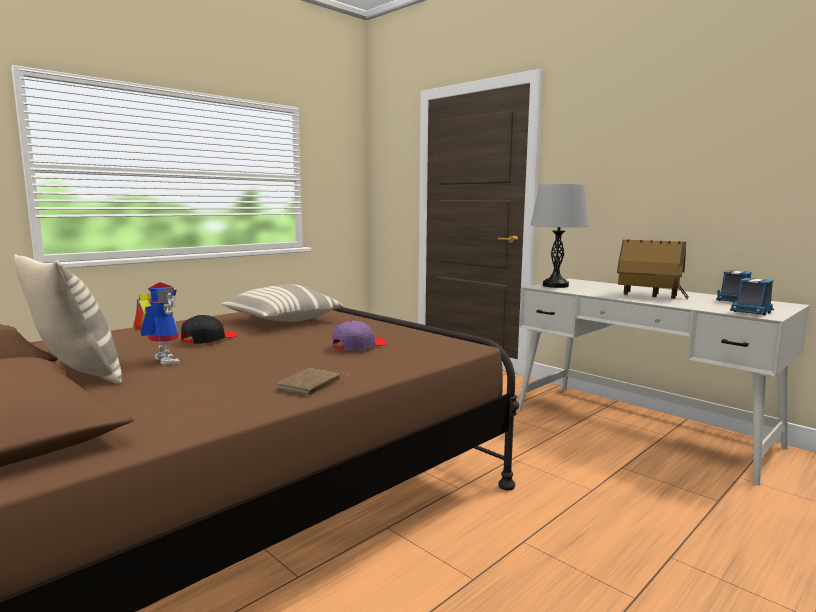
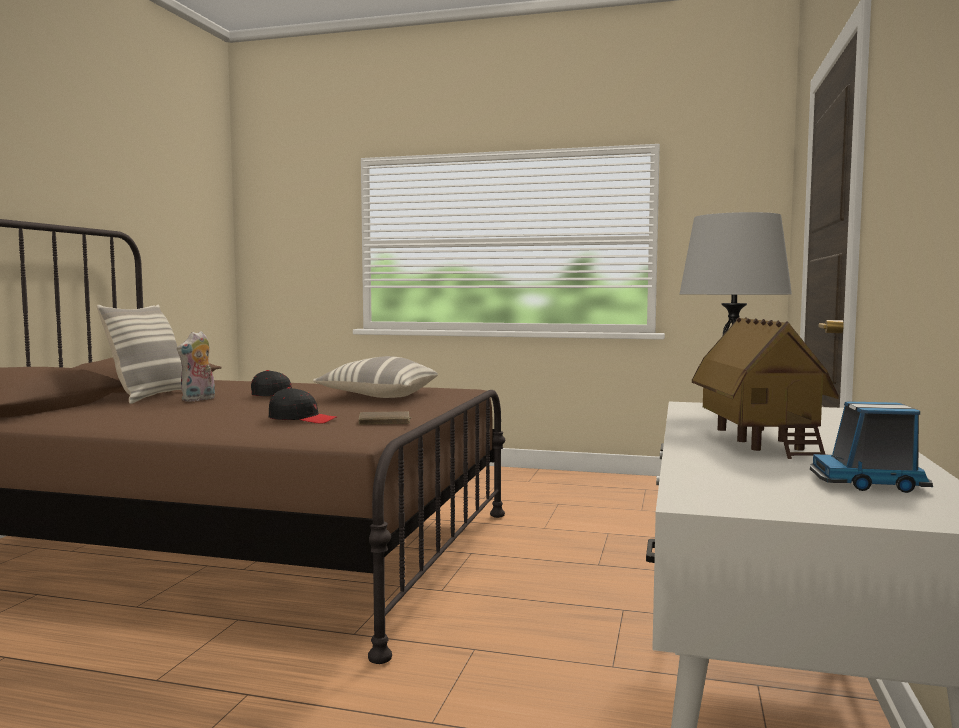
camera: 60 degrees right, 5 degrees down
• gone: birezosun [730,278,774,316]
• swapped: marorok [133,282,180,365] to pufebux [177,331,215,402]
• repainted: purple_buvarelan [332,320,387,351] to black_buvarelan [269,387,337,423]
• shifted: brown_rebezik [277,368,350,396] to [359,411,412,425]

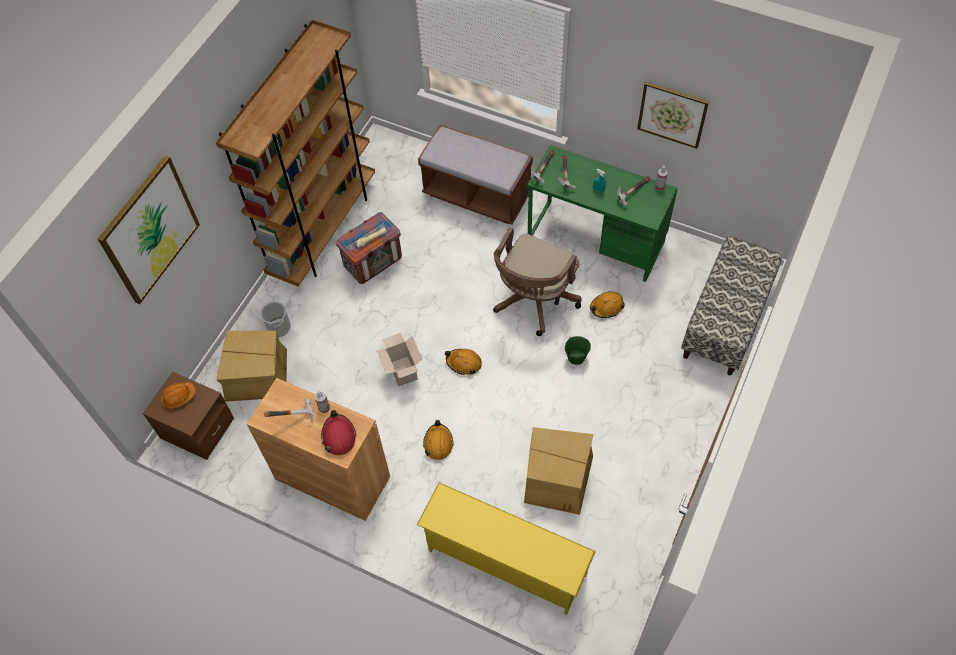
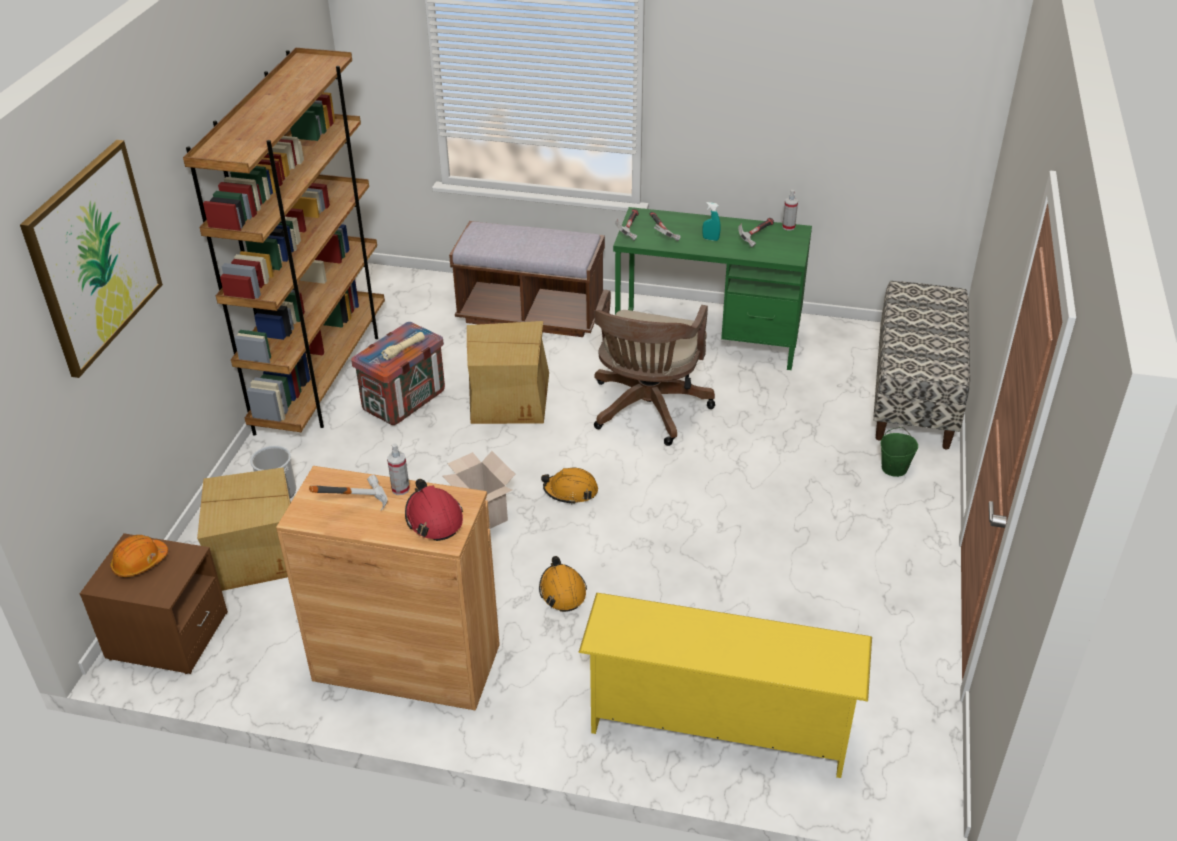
camera: 15 degrees left, 20 degrees down
• gone: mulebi [637,82,709,149]
• gone: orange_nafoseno [590,291,625,318]
• shifted: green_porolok [565,336,591,365] to [881,427,918,477]
• shifted: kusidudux [524,427,594,515] to [467,321,549,424]

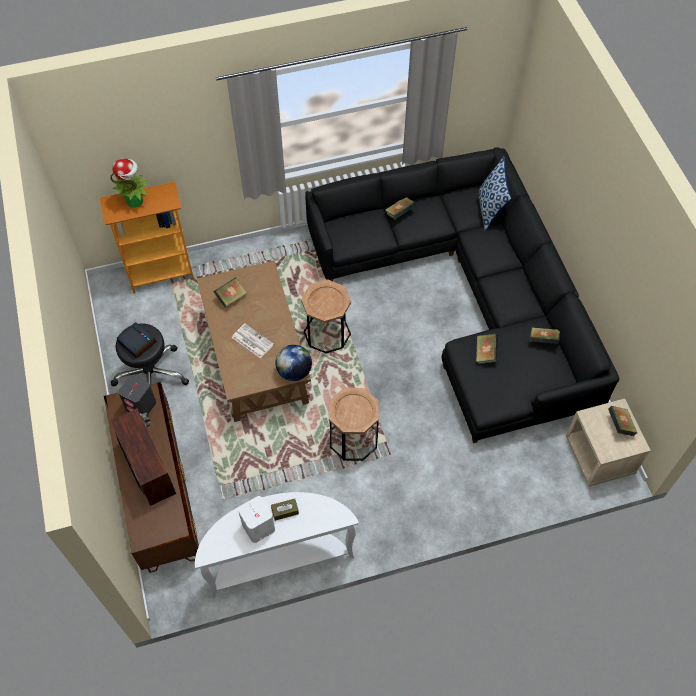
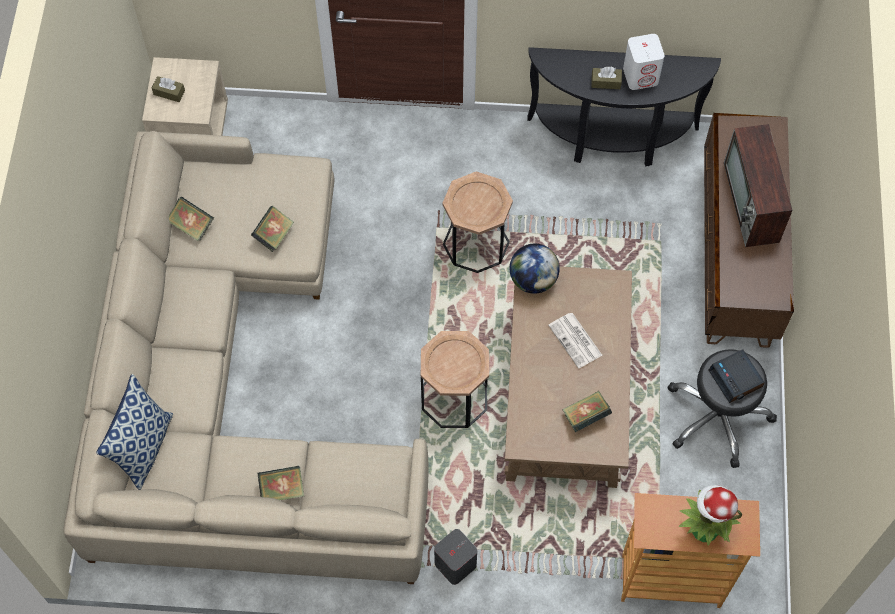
camera: 160 degrees left, 5 degrees up
• repainted: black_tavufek [305,147,620,443] to beige_tavufek [63,131,428,584]
• shifted: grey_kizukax [118,375,156,414] to [434,529,477,585]
• swapped: rebezik [608,406,637,436] to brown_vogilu [152,76,185,102]
• repainted: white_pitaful [195,492,359,597] to black_pitaful [527,47,721,166]

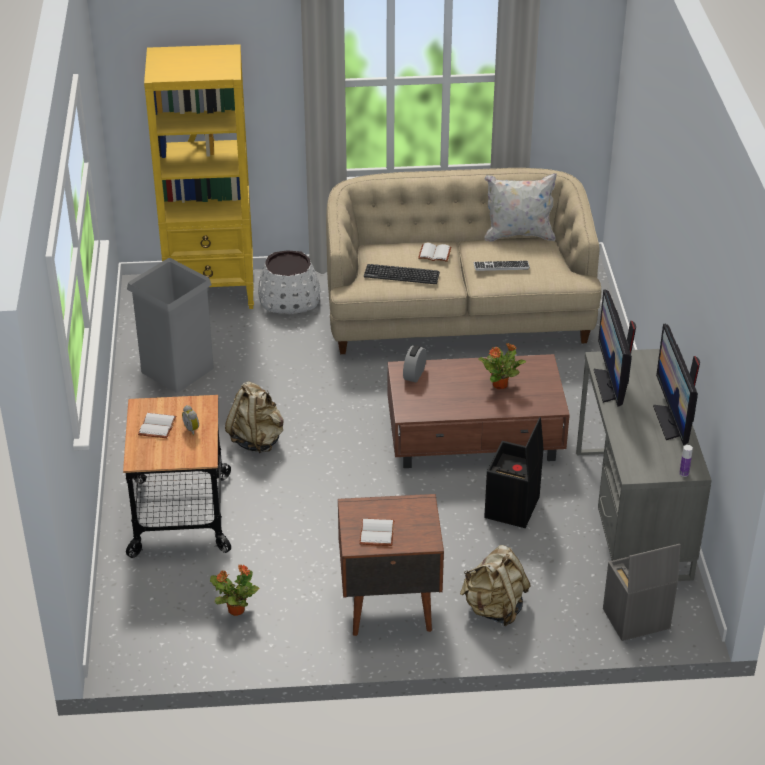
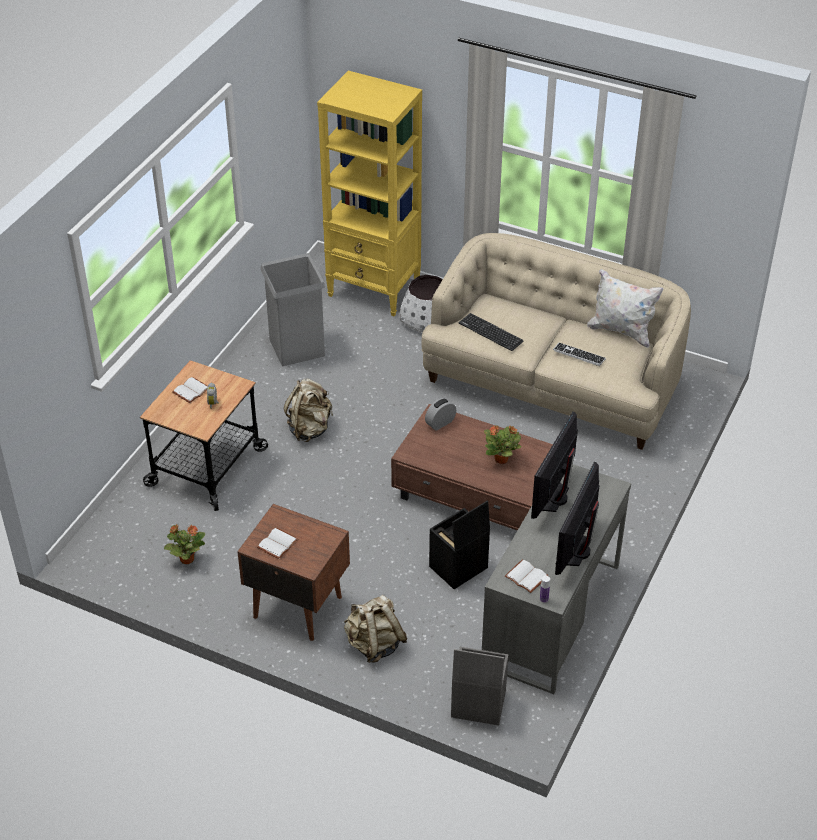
camera: 30 degrees right, 5 degrees up
• shifted: white_rebezik [418,243,451,262] to [505,559,548,593]

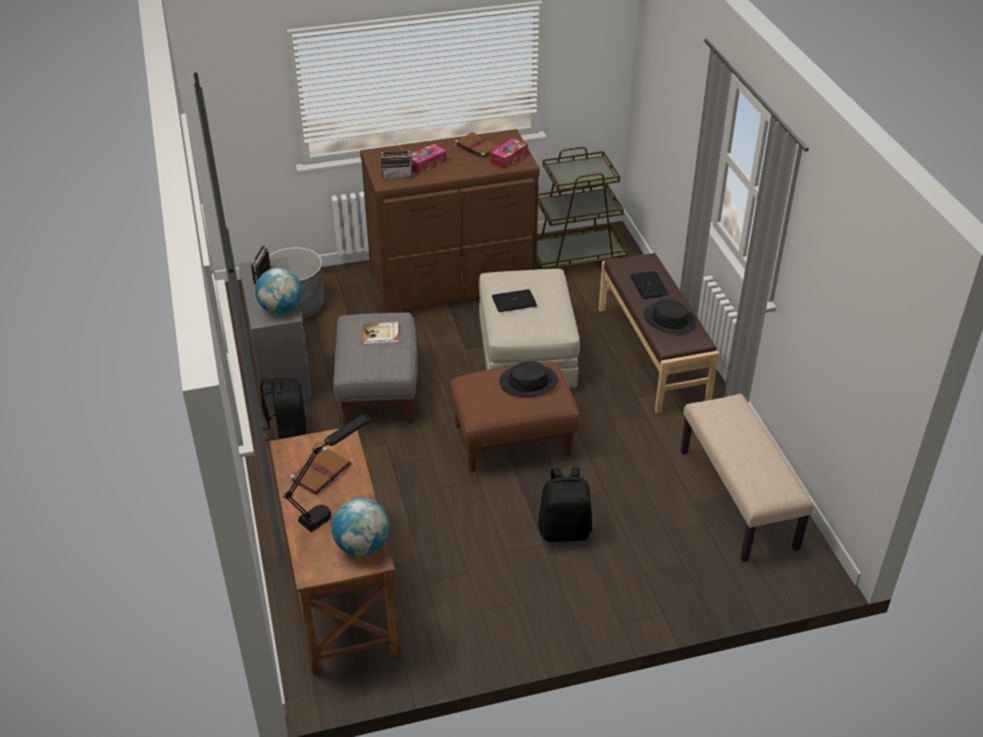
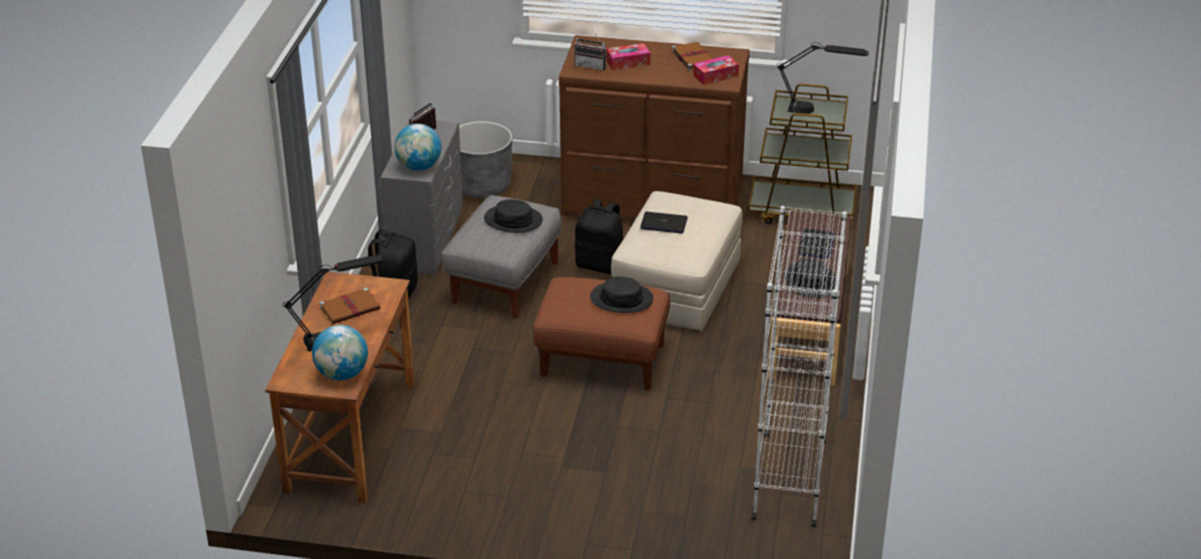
camera: 25 degrees right, 5 degrees down
• swapped: rebezik [363,322,399,345] to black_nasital [484,199,543,233]
• swapped: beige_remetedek [681,394,814,562] to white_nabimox [751,206,847,528]
• shifted: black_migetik [538,468,592,542] to [574,199,623,274]
• new: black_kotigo [777,43,869,114]

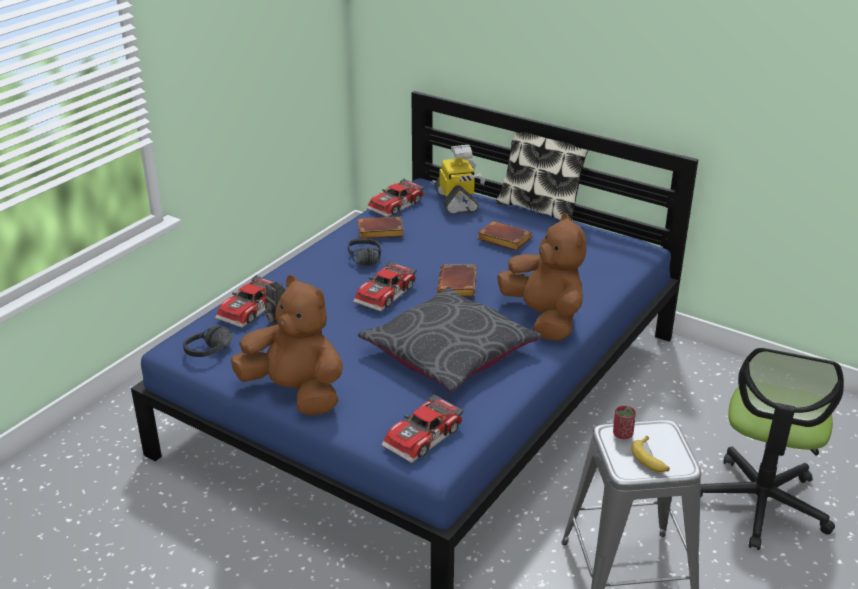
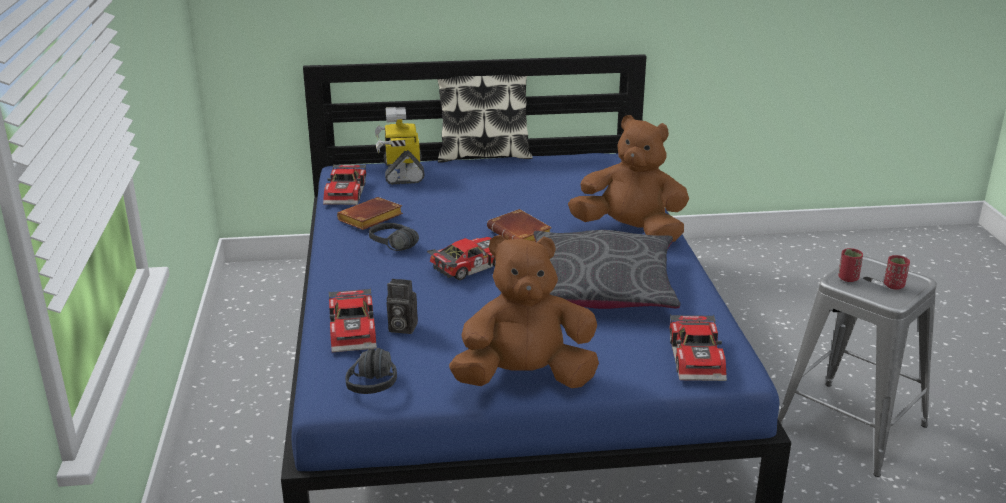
camera: 40 degrees left, 5 degrees down
• rotated: marorok [434,145,485,215] = [375,107,425,185] 135 degrees counterclockwise
• gone: brown_rebezik [478,221,532,251]
• rotated: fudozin [353,261,417,312] = [427,237,496,280] 120 degrees counterclockwise
• gone: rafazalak [700,347,844,550]
• swapped: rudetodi [631,436,670,472] to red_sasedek [884,255,910,290]

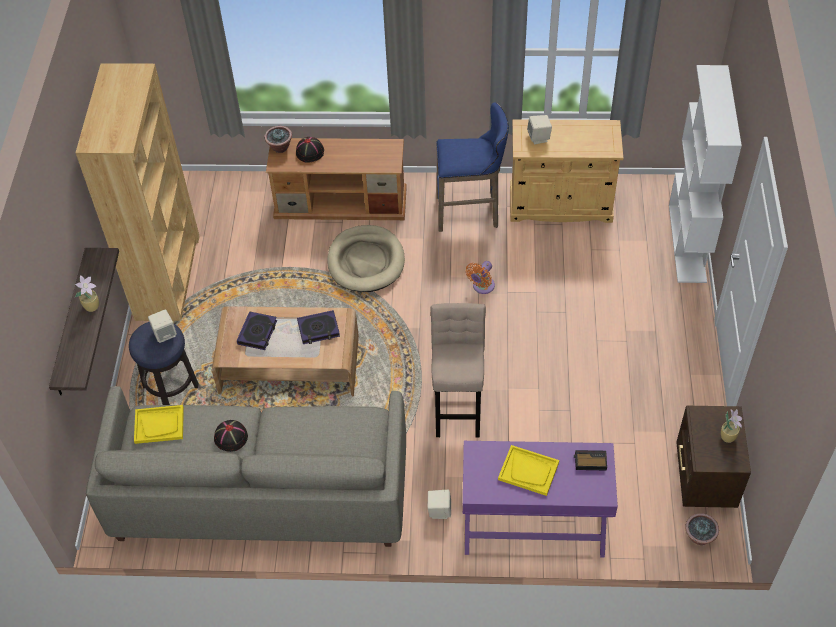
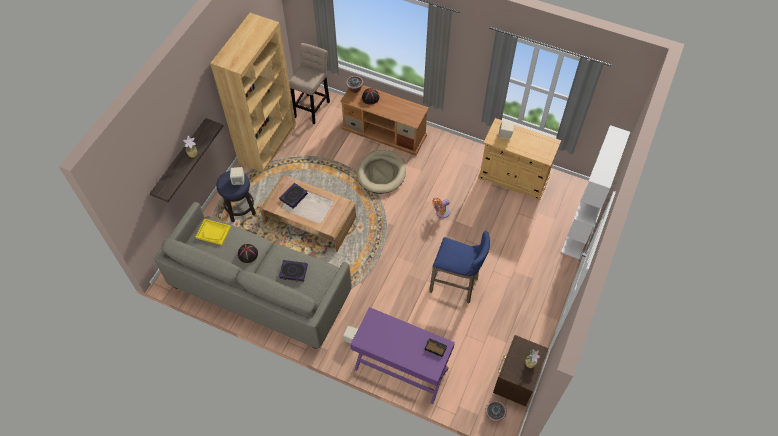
camera: 20 degrees right, 5 degrees up
• shifted: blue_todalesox [436,102,509,232] to [429,231,490,304]
• shifted: beige_todalesox [431,303,486,437] to [289,43,330,124]
• shifted: rebezik [297,310,340,344] to [279,260,308,282]
• gone: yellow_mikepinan [498,445,559,496]

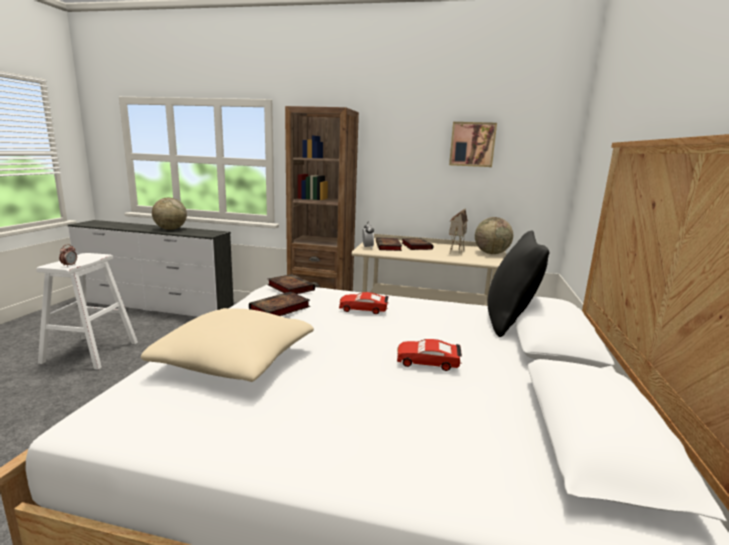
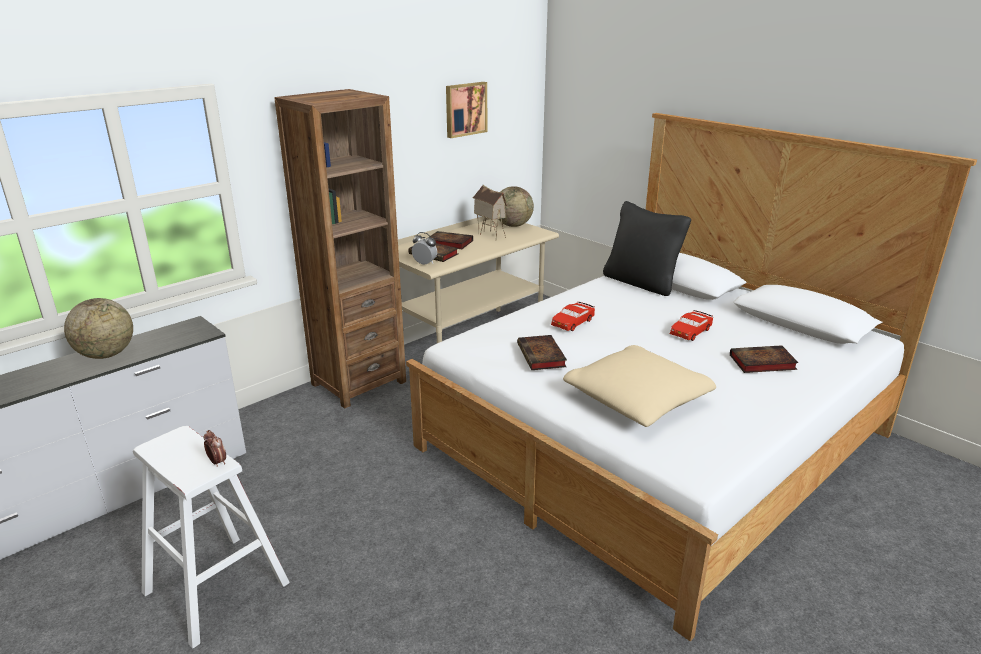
camera: 55 degrees left, 10 degrees up
• shifted: rebezik [268,274,315,294] to [730,345,799,373]

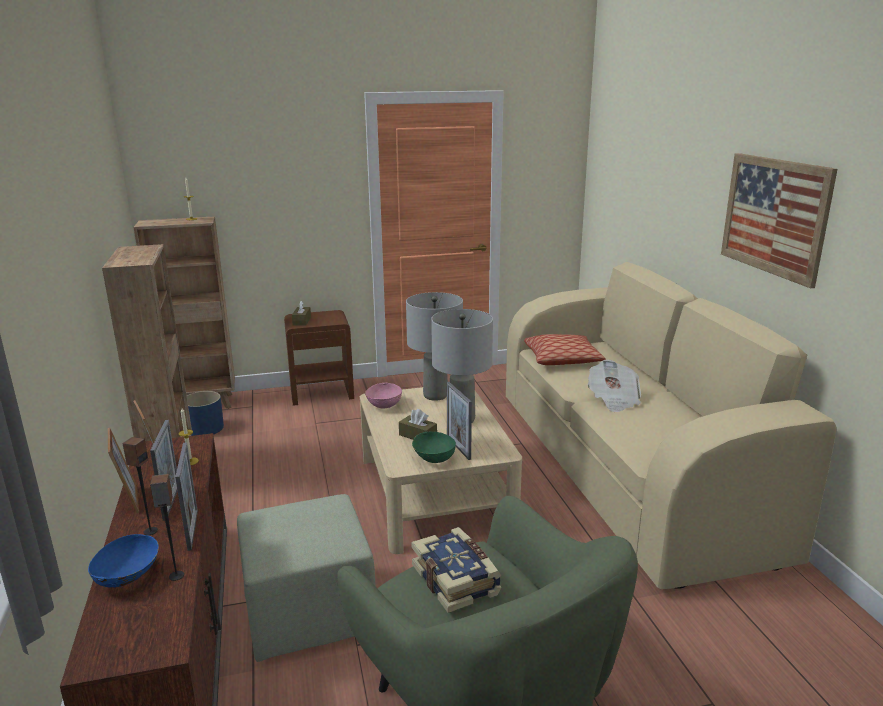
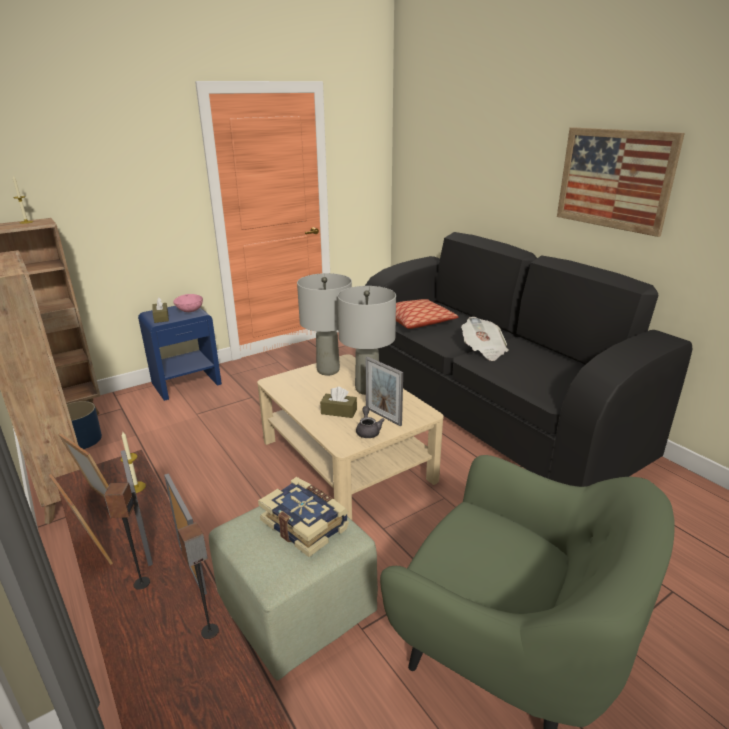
camera: 20 degrees left, 5 degrees up
• repainted: beige_tavufek [506,262,836,589] to black_tavufek [365,232,692,487]
• repainted: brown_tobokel [284,310,354,406] to blue_tobokel [138,306,222,401]
• shifted: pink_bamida [365,383,402,408] to [173,294,203,312]
• swapped: green_bamida [412,431,456,463] to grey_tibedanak [356,406,385,438]
• shifted: rebezik [411,527,502,613] to [258,477,349,557]
• gone: blue_bamida [88,534,159,588]

